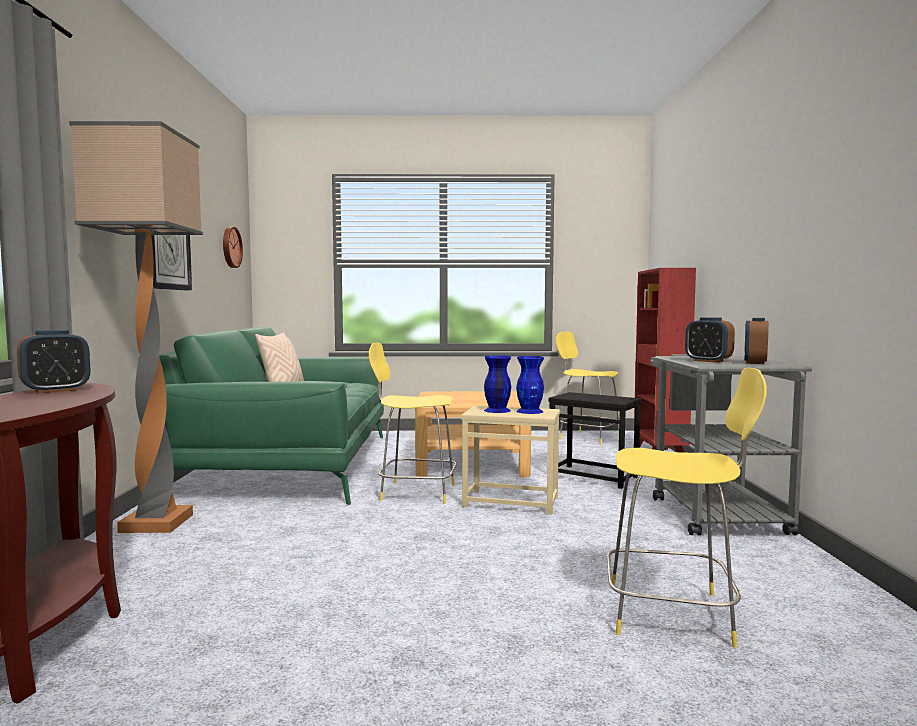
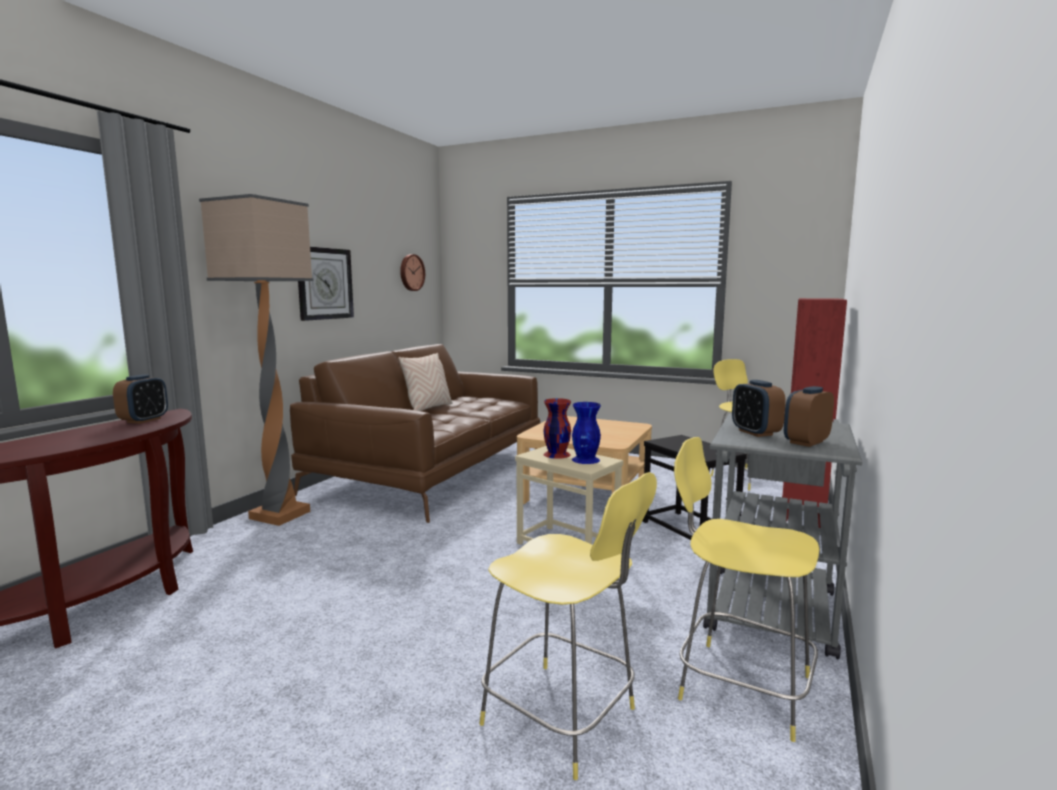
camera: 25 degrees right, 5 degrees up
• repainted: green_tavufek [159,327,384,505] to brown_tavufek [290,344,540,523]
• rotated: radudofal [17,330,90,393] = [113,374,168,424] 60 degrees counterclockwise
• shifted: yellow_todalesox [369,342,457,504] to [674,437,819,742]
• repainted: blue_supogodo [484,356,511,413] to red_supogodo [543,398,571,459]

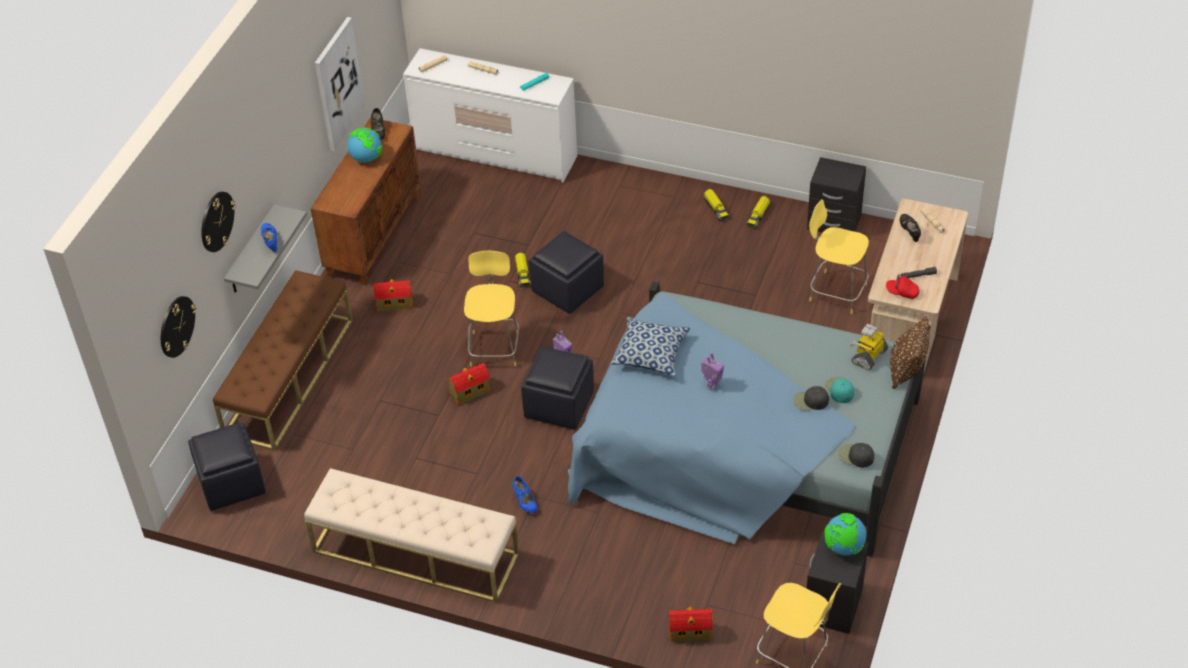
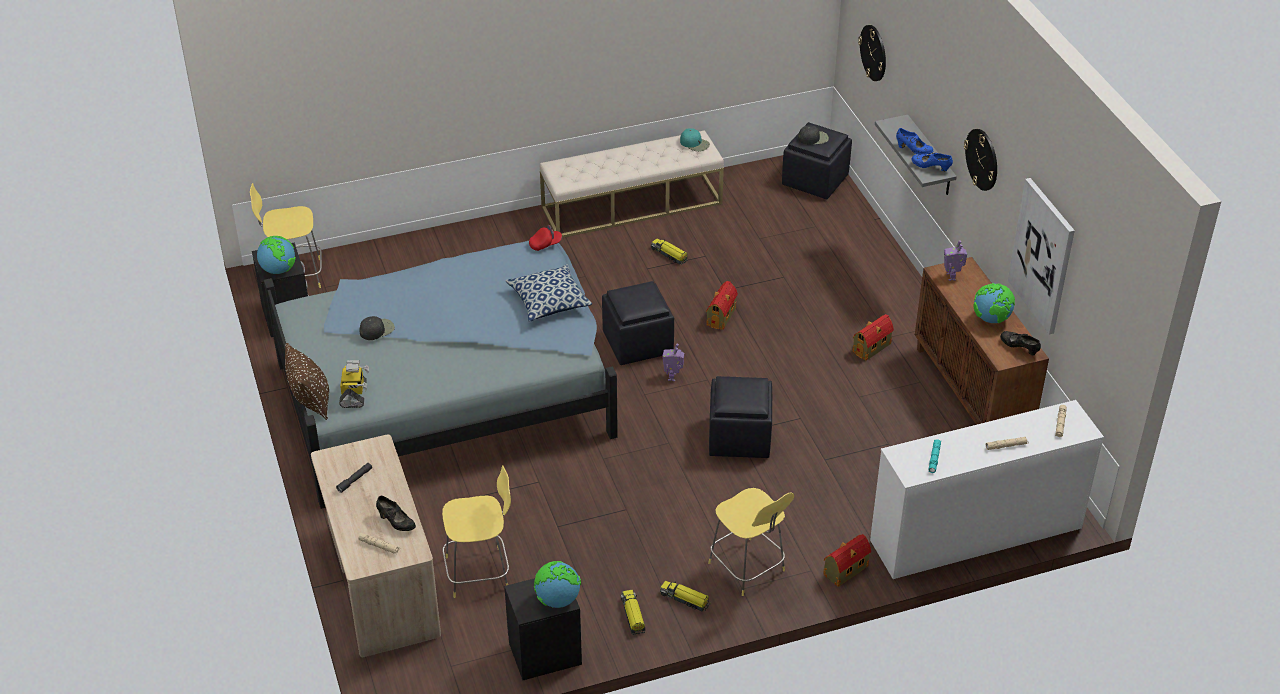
camera: 140 degrees right, 5 degrees down
• shifted: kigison [201,192,236,252] to [964,129,997,191]
• shifted: yellow_todalesox [464,250,519,367] to [708,488,794,596]
• shifted: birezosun [515,252,531,287] to [651,238,688,265]
• gone: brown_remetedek [213,270,353,451]
• shifted: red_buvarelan [886,274,919,299] to [529,225,562,251]
• shifted: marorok [701,352,724,391] to [944,240,967,281]
• shifted: turquoise_buvarelan [825,377,854,403] to [680,128,710,152]
• shifted: black_buvarelan [838,443,874,468] to [798,125,829,145]
• shifted: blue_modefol [513,476,537,513] to [911,153,953,171]
• shifted: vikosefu [669,607,713,642] to [823,534,871,587]
• new: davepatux [534,561,581,608]

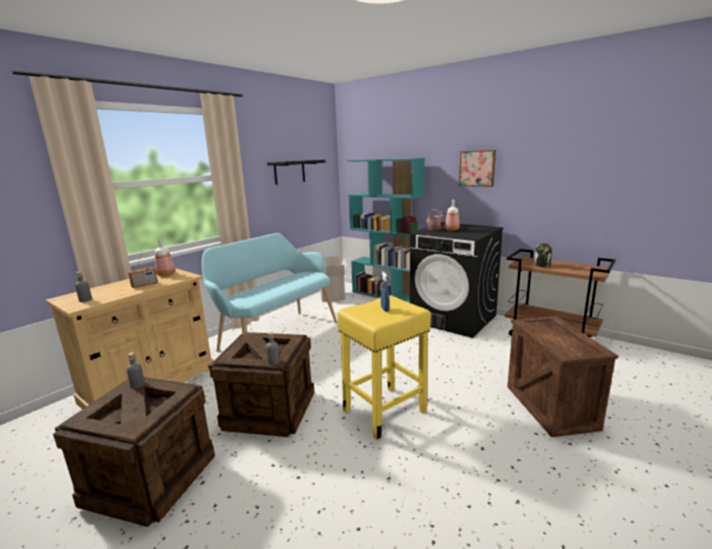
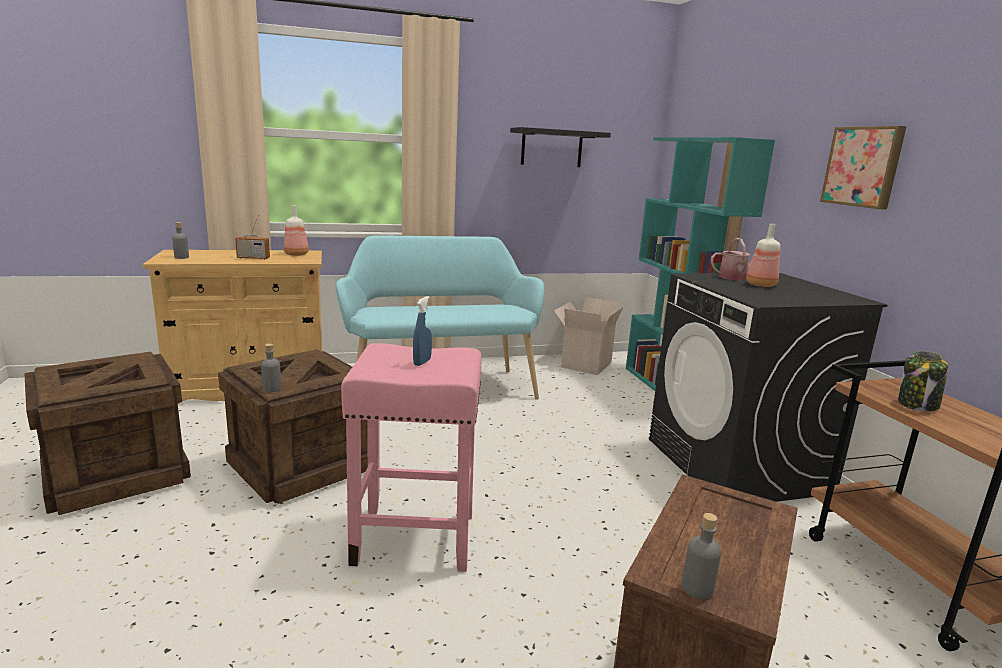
camera: 35 degrees right, 0 degrees up
• repainted: yellow_todalesox [337,295,431,440] to pink_todalesox [341,343,482,572]
• shifted: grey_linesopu [126,353,145,389] to [681,513,721,599]

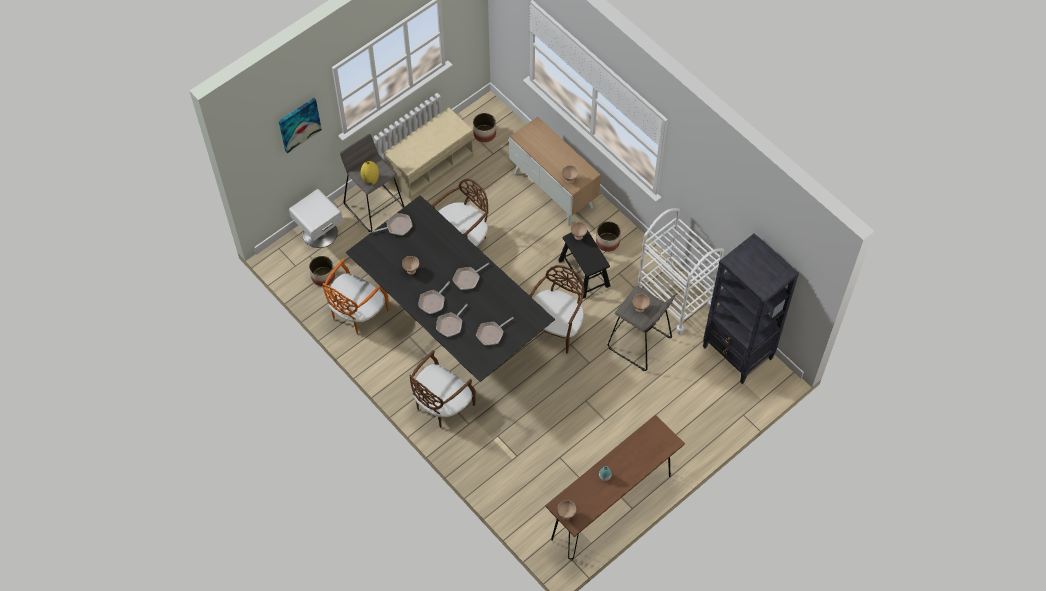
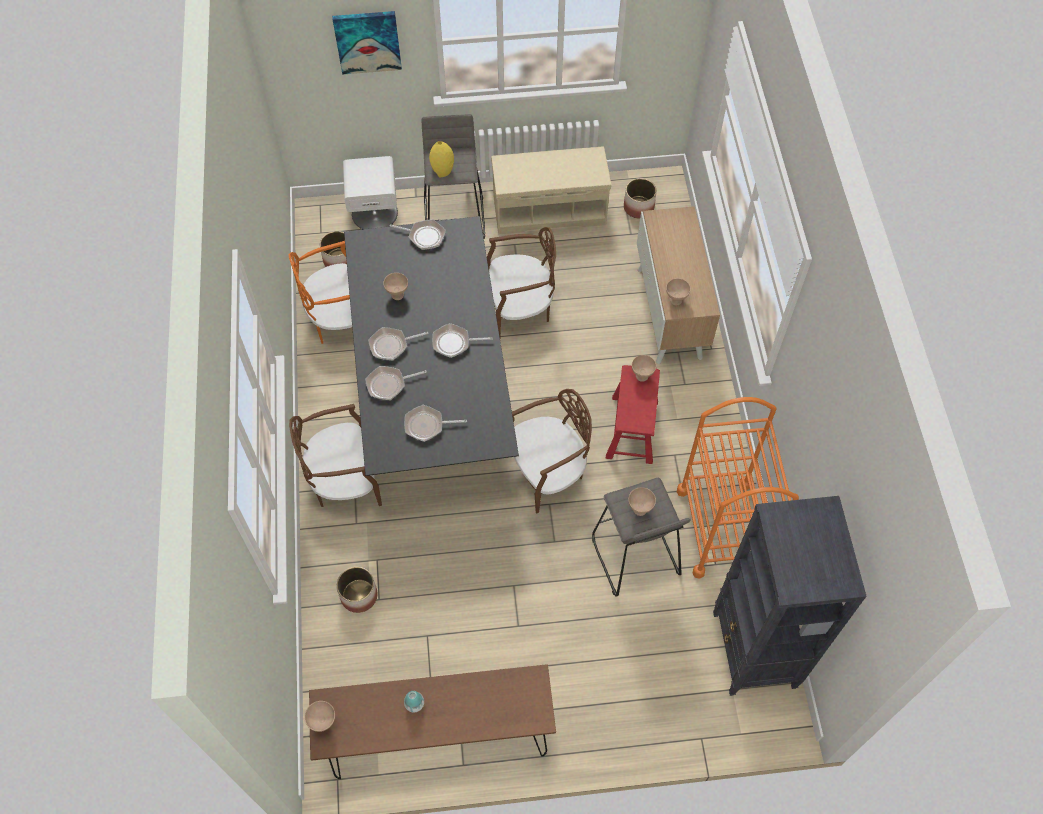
camera: 35 degrees right, 0 degrees up
• repainted: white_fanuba [637,208,724,334] to orange_fanuba [677,397,799,579]
• shifted: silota [596,221,621,252] to [336,567,378,613]
• repainted: black_todalesox [558,230,611,299] to red_todalesox [606,365,660,464]

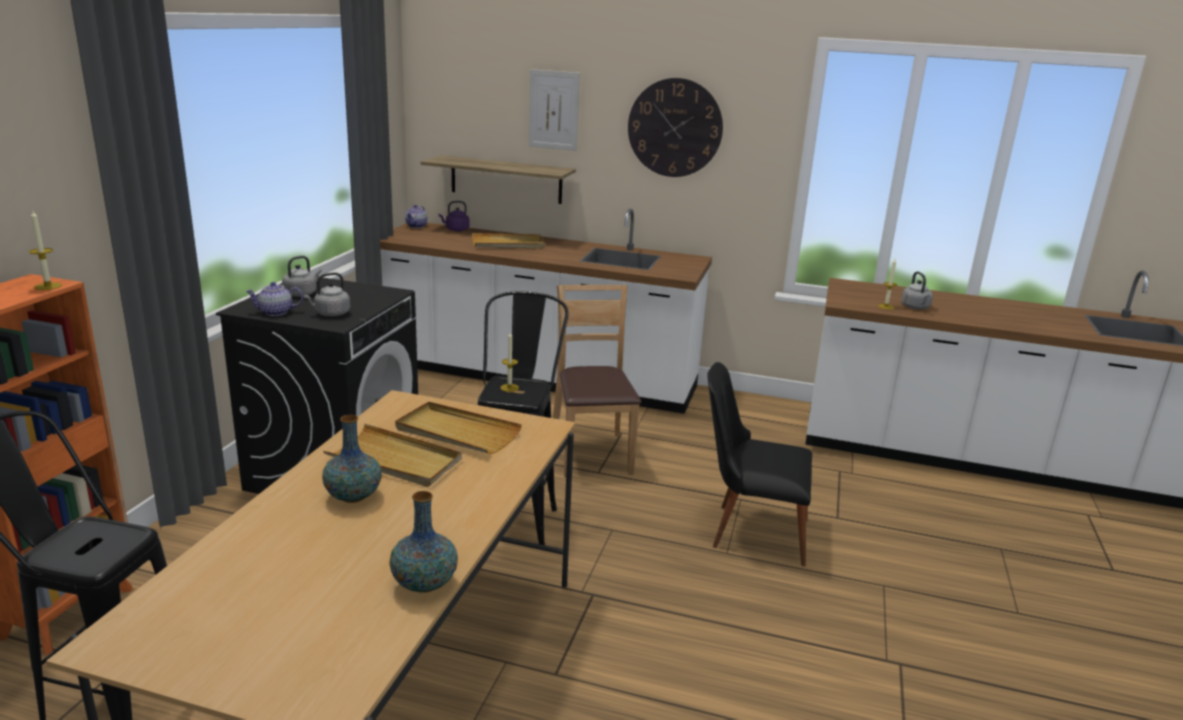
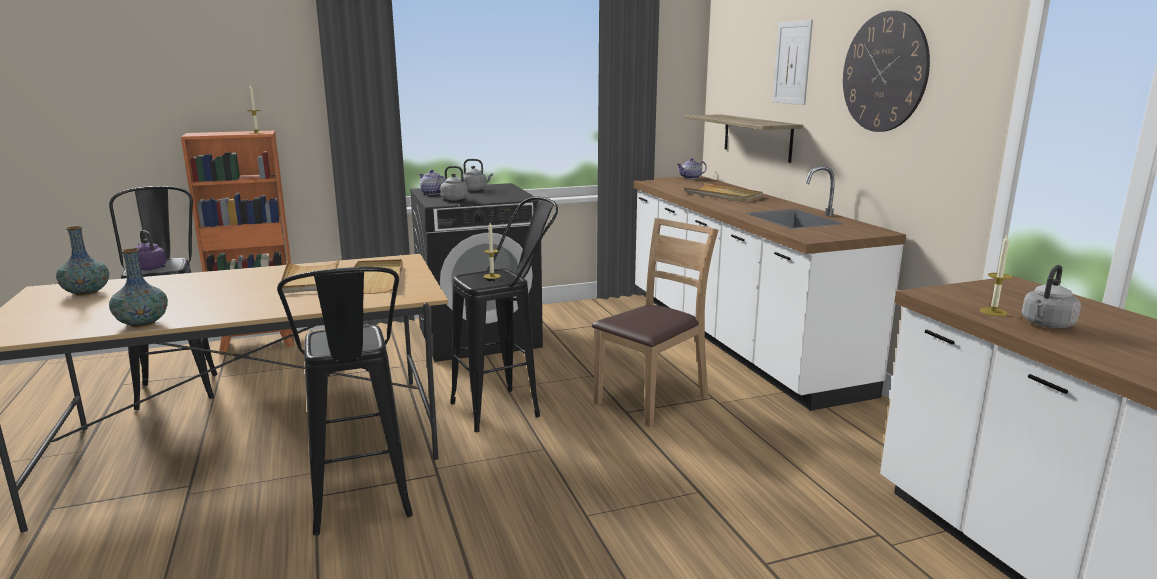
camera: 55 degrees right, 5 degrees down
• shifted: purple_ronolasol [439,201,469,231] to [135,230,167,270]
• gone: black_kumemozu [707,362,812,567]
• shifted: supogodo [322,415,382,503] to [56,226,109,296]
• new: black_todalesox [277,267,413,536]

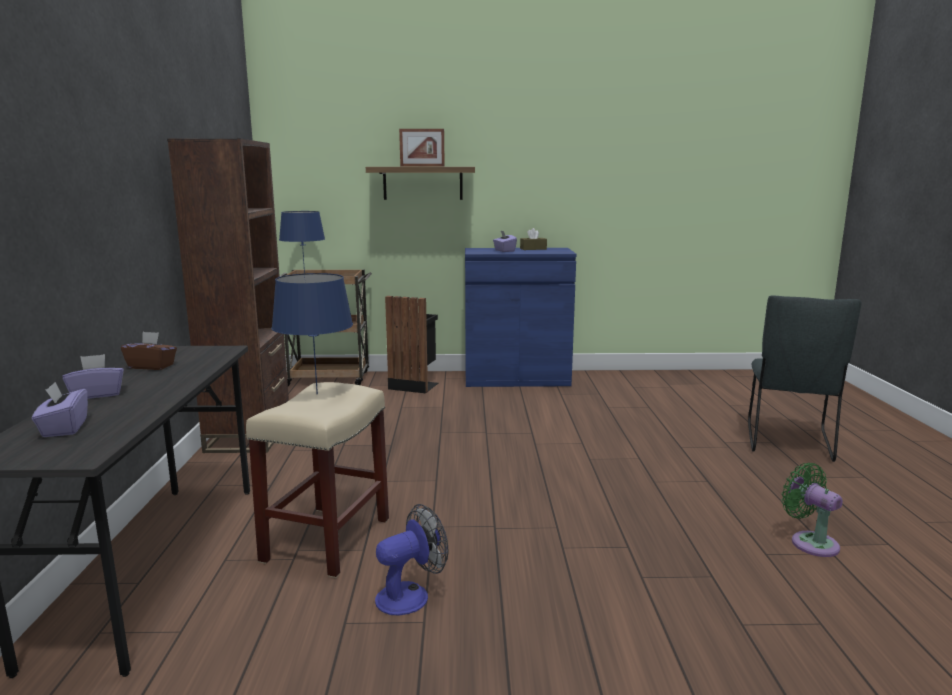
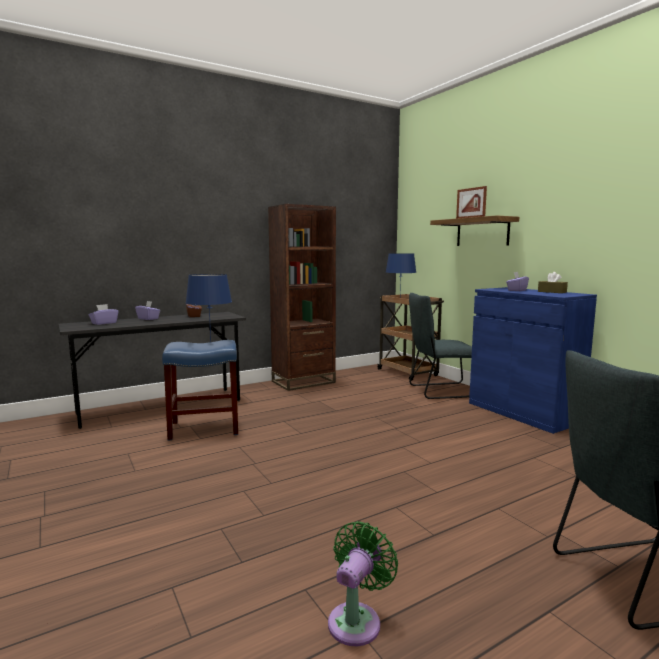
camera: 60 degrees right, 5 degrees down
• swapped: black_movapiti [385,296,438,393] to grey_kumemozu [409,293,472,399]
• repainted: beige_todalesox [246,382,389,578] to blue_todalesox [162,340,238,441]
• gone: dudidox [375,504,449,615]

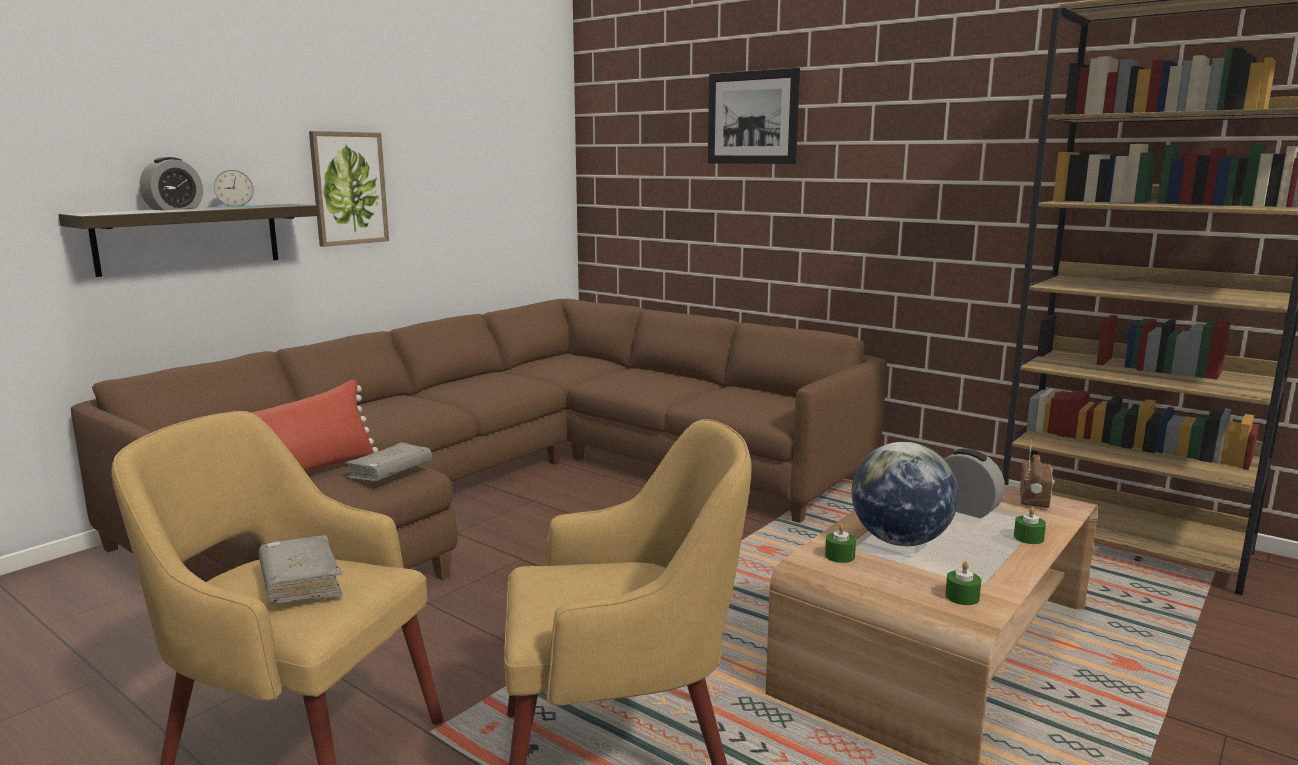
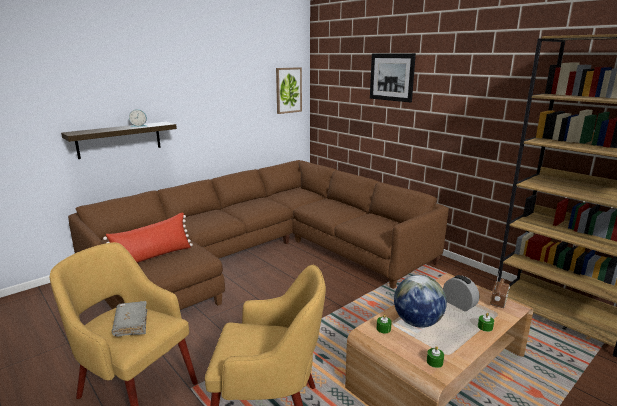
camera: 10 degrees right, 5 degrees up
• shifted: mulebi [309,131,389,247] to [276,67,302,114]
• gone: radudofal [140,157,203,210]
• gone: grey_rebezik [345,443,432,481]

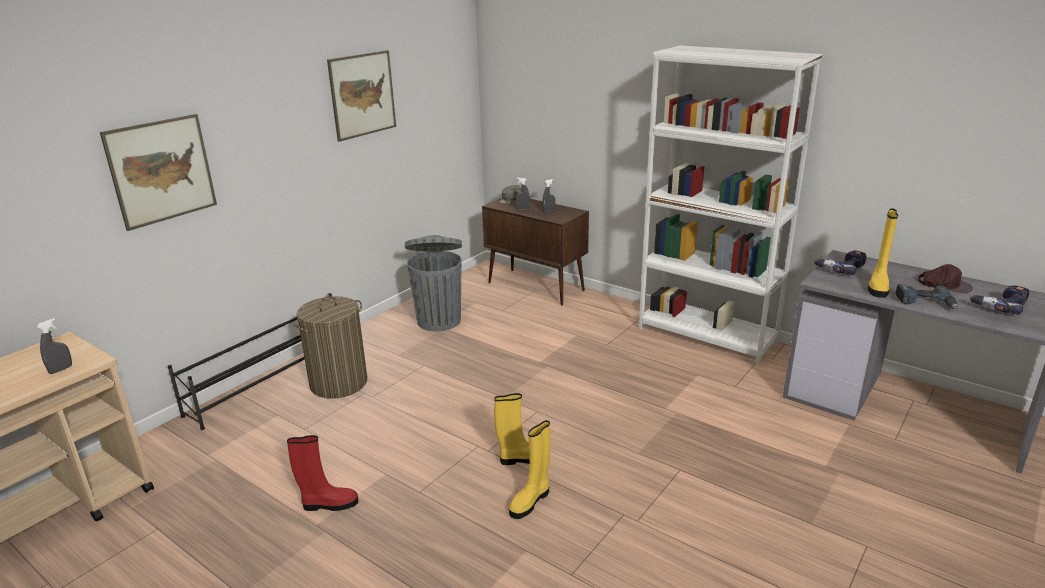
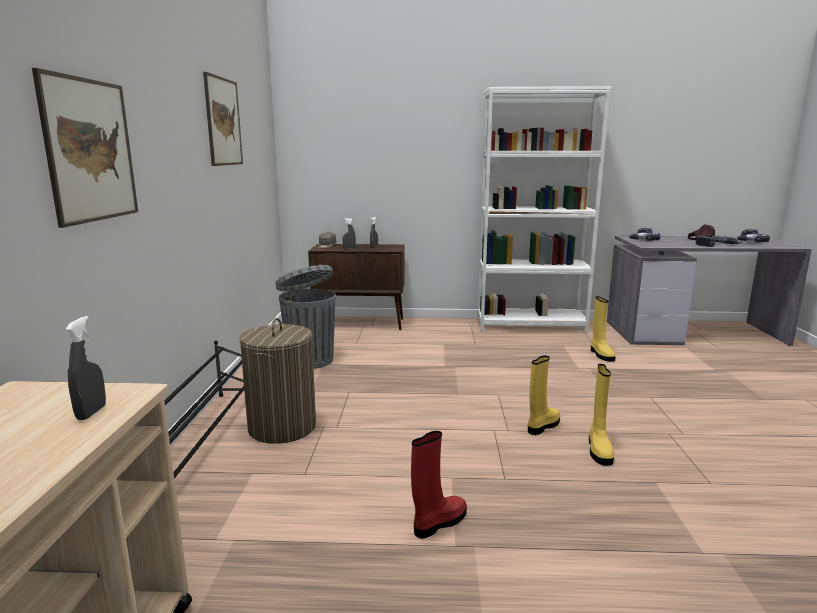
camera: 35 degrees left, 10 degrees down
• shifted: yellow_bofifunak [868,208,898,298] to [591,296,616,362]

